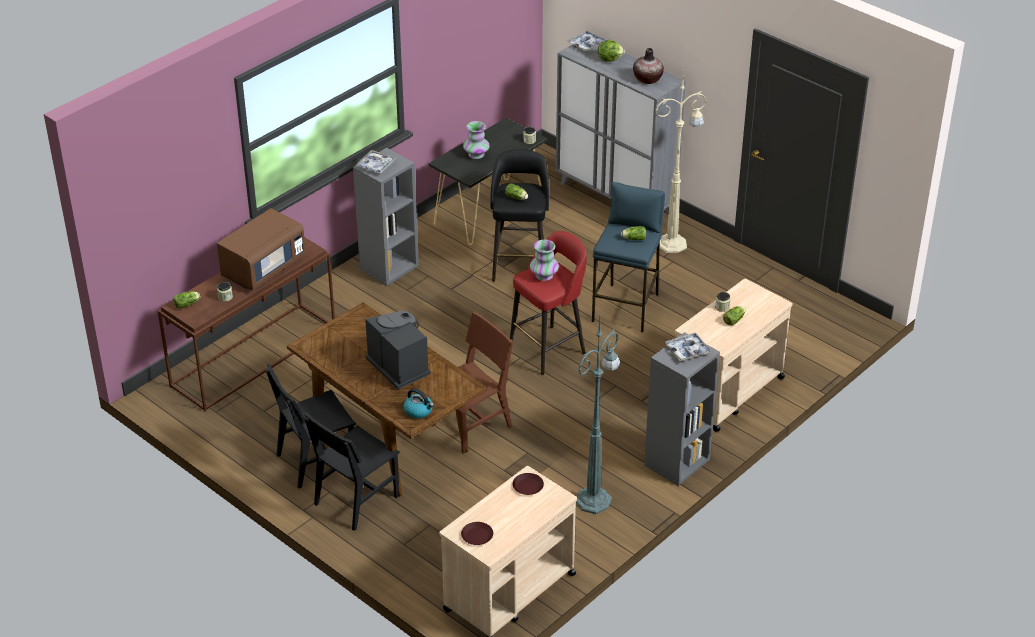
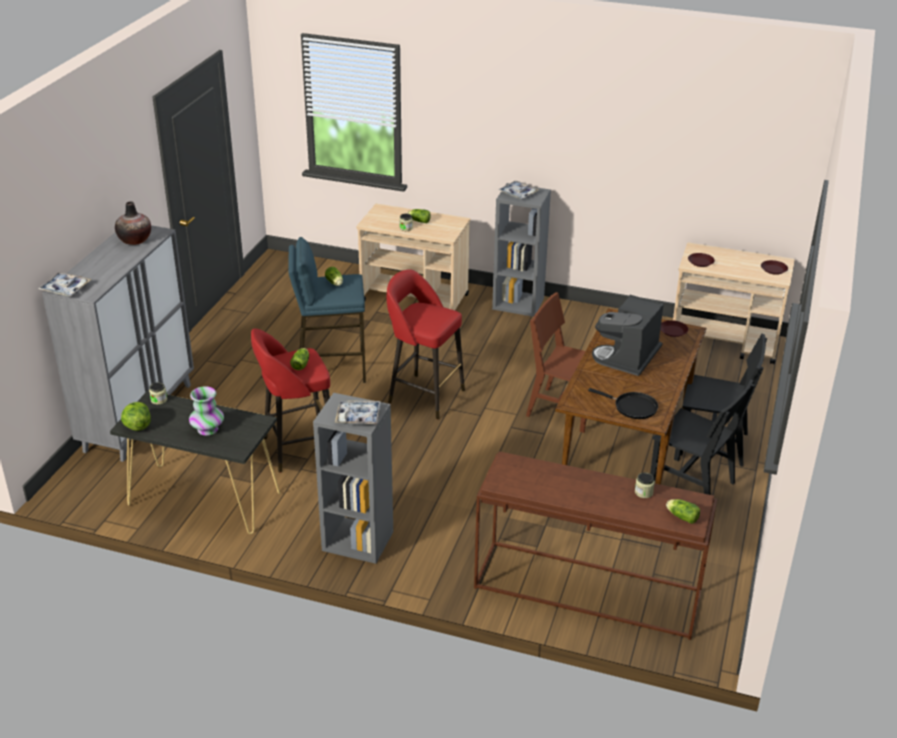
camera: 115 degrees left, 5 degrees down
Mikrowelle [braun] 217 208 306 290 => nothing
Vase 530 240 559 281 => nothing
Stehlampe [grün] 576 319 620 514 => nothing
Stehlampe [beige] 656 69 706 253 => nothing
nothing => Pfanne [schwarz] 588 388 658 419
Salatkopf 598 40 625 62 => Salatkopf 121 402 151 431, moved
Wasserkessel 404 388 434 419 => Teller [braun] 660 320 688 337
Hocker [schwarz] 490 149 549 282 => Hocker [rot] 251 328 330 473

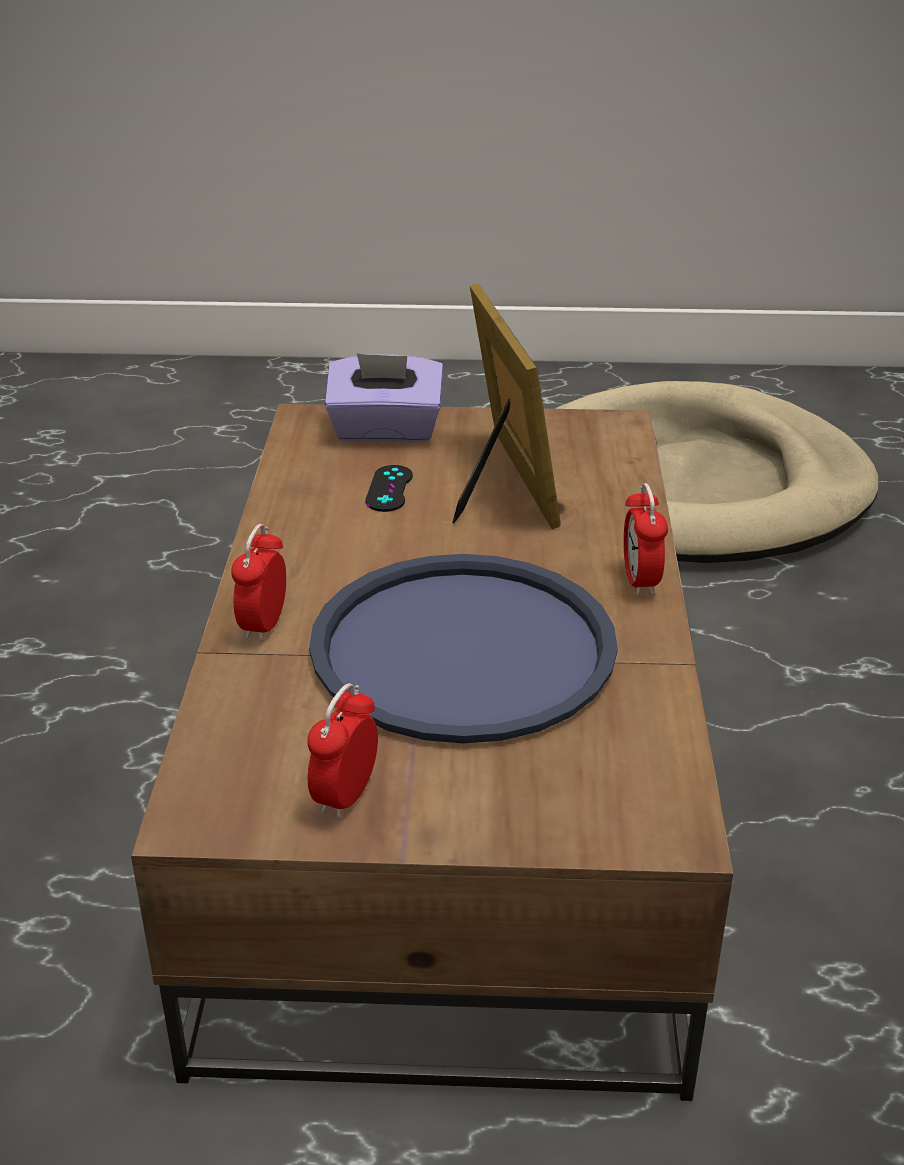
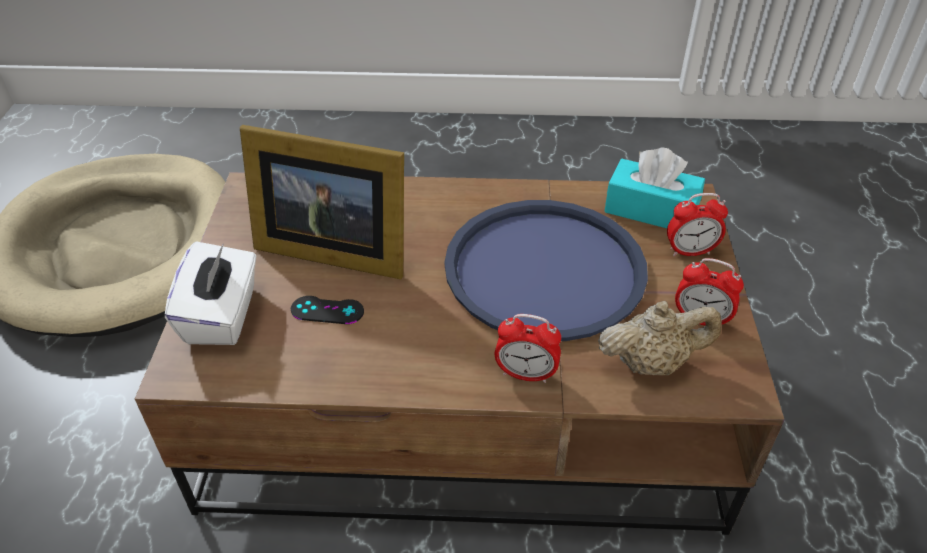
camera: 90 degrees left, 10 degrees up
nothing => Teekanne [beige] 598 301 722 375
nothing => Taschentuchbox [türkis] 604 147 705 228
Wecker 623 483 668 596 => Wecker 667 193 728 256, moved
Taschentuchbox [lila] 325 353 444 443 => Taschentuchbox [weiß] 165 241 256 345
Bilderrahmen 453 284 561 529 => Bilderrahmen 240 125 404 279, 150 degrees counterclockwise

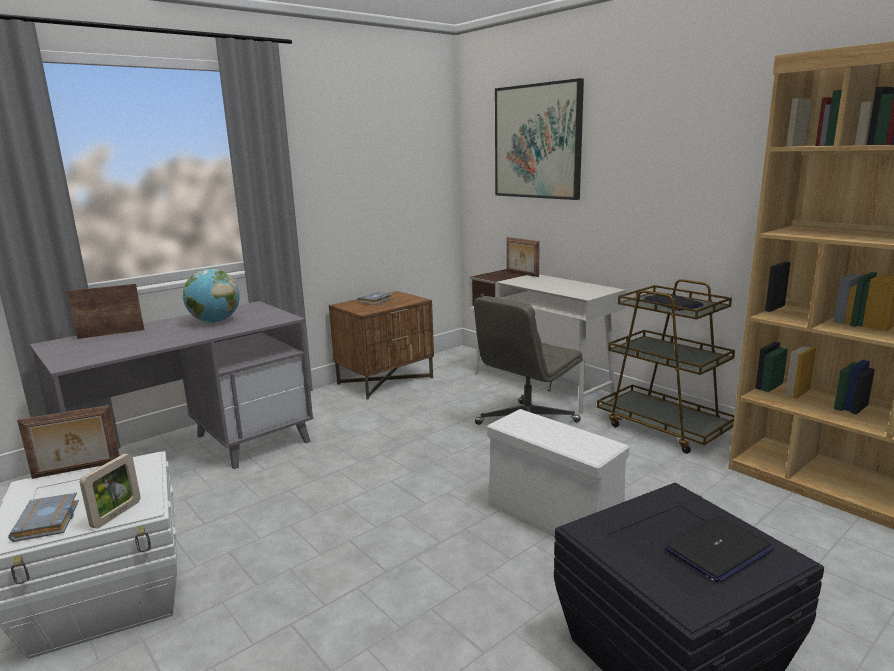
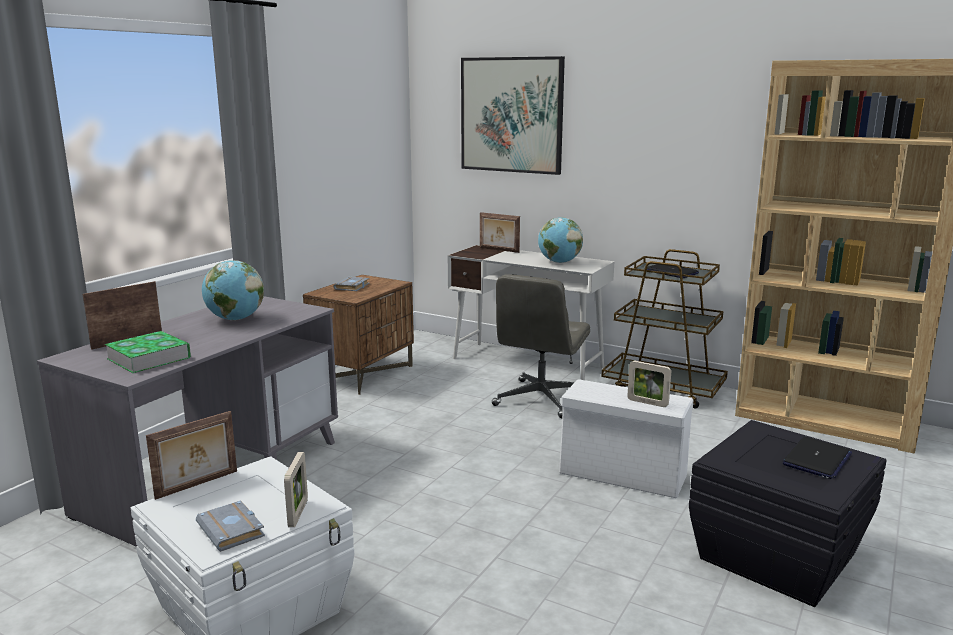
camera: 20 degrees left, 0 degrees up
nothing => Buch 105 331 191 373
nothing => Globus 538 217 583 263
nothing => Bilderrahmen 627 361 671 407

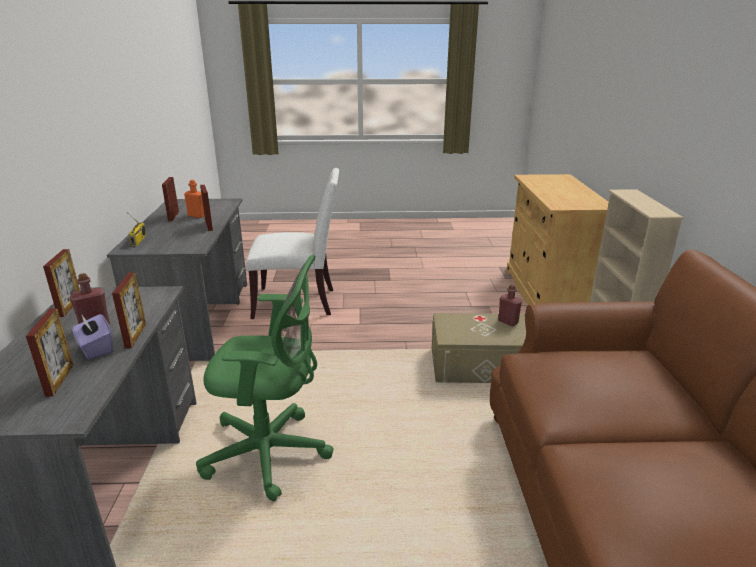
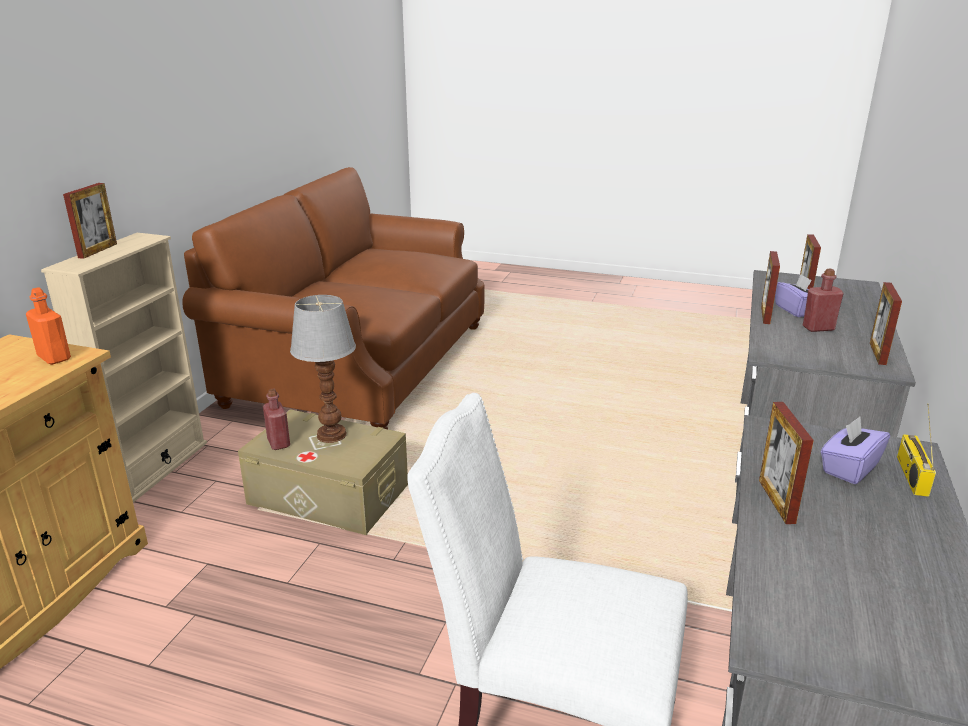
camera: 160 degrees left, 0 degrees up
Bürostuhl [grün] 196 255 334 501 => nothing
nothing => Tischlampe 290 295 356 443
nothing => Taschentuchbox [lila] 821 416 890 484
Bilderrahmen 162 177 179 221 => Bilderrahmen 63 183 117 259, moved
Flasche [orange] 184 180 204 218 => Flasche [orange] 26 288 71 365, moved

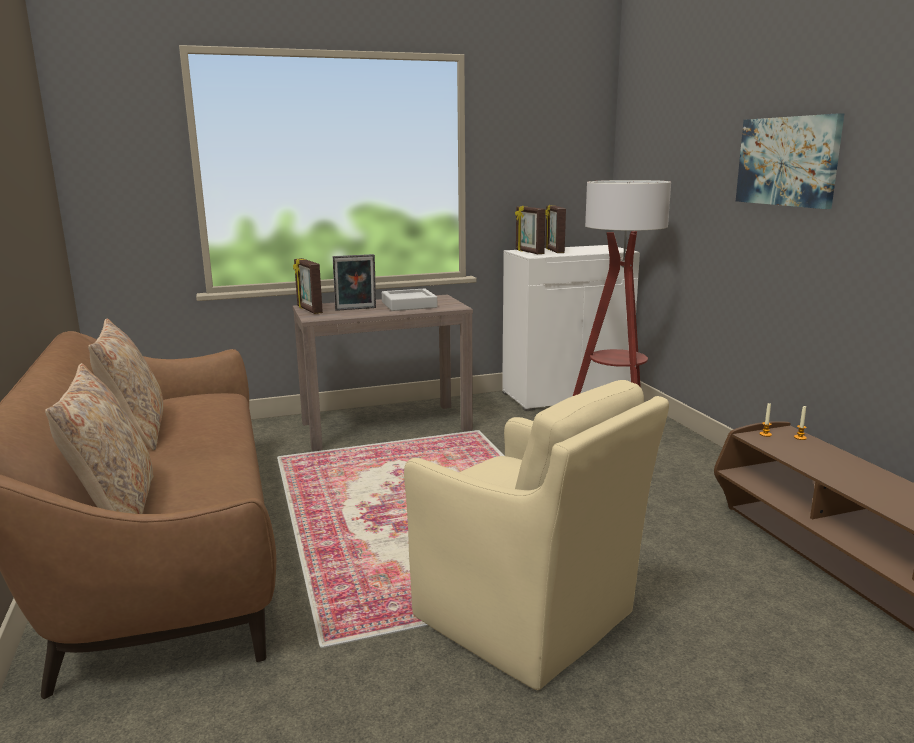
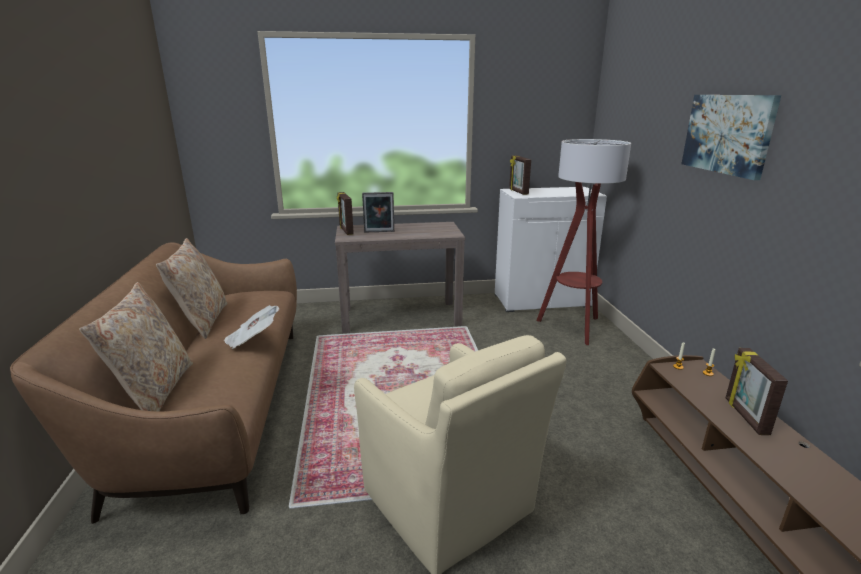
camera: 10 degrees right, 5 degrees up
Tablett [grau] 382 288 437 311 => nothing
nothing => Zeitung 224 305 279 349
Bilderrahmen 545 205 566 253 => Bilderrahmen 726 348 788 435, moved

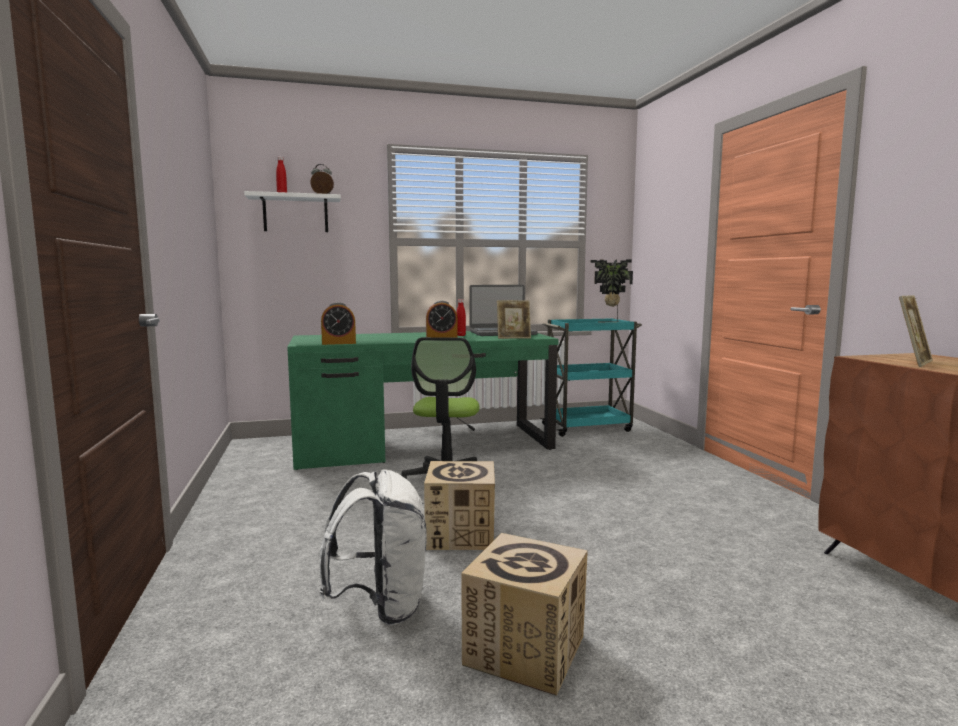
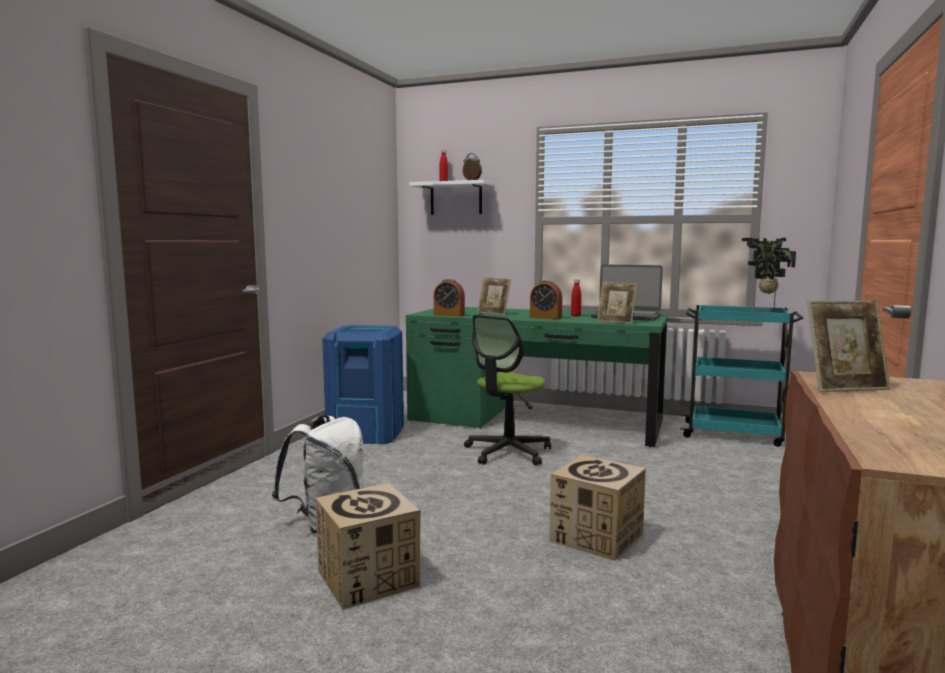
camera: 35 degrees right, 0 degrees up
nothing => Mülleimer [blau] 322 325 404 444
nothing => Bilderrahmen 477 277 511 315
Karton 424 461 495 550 => Karton 549 455 646 561, moved

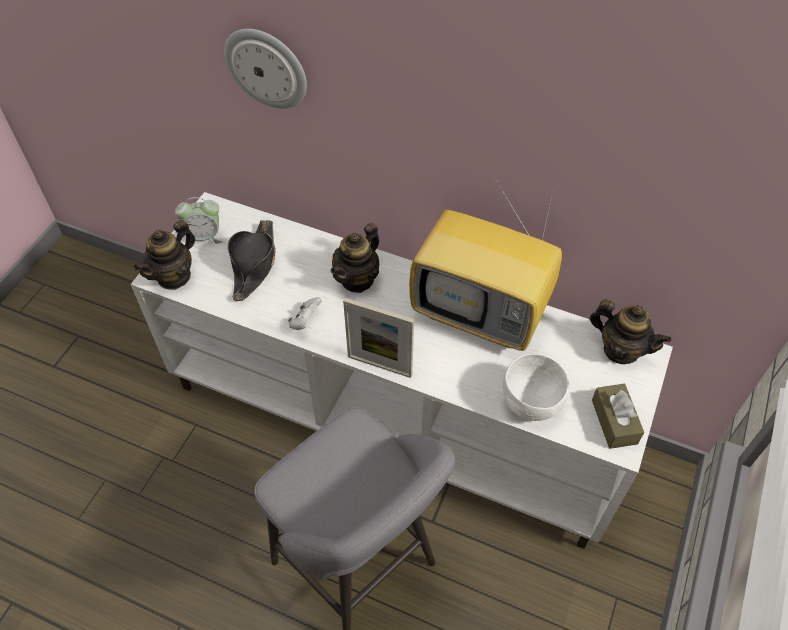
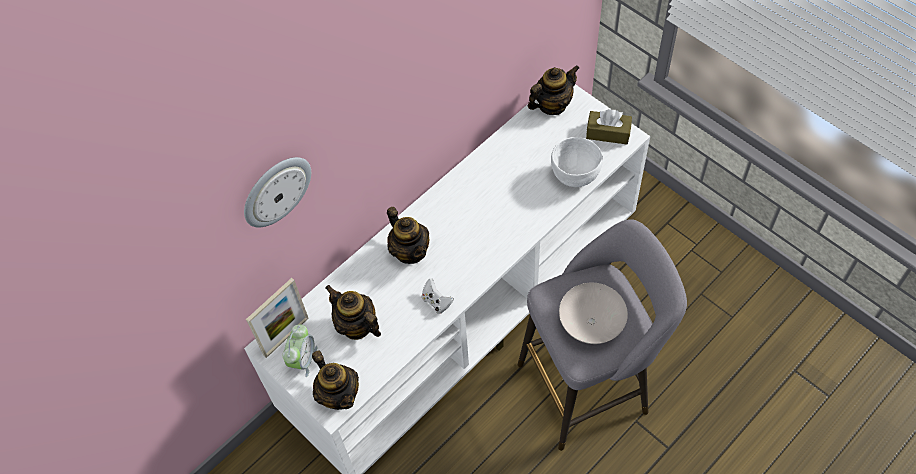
camera: 65 degrees left, 5 degrees up
Fernseher 409 177 562 351 => nothing
nothing => Schüssel [weiß] 559 283 628 344
Bilderrahmen 343 298 414 378 => Bilderrahmen 246 278 308 358, moved
Hut [schwarz] 227 220 276 301 => Teekanne 325 285 381 340

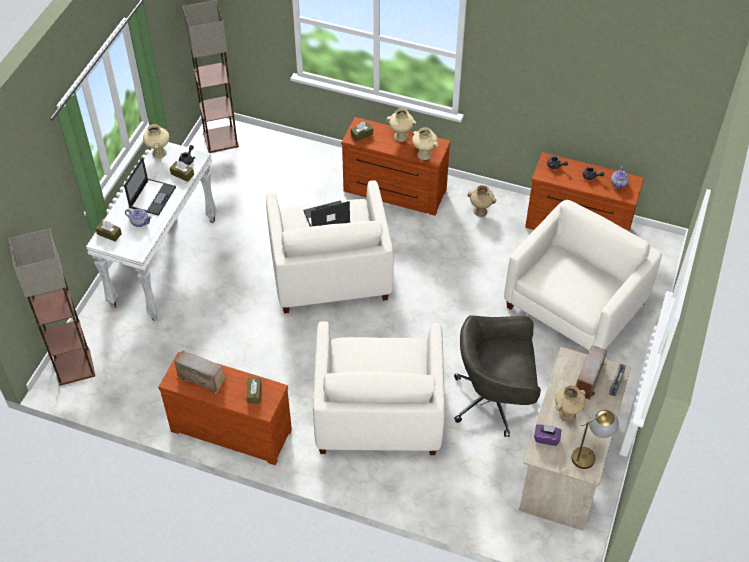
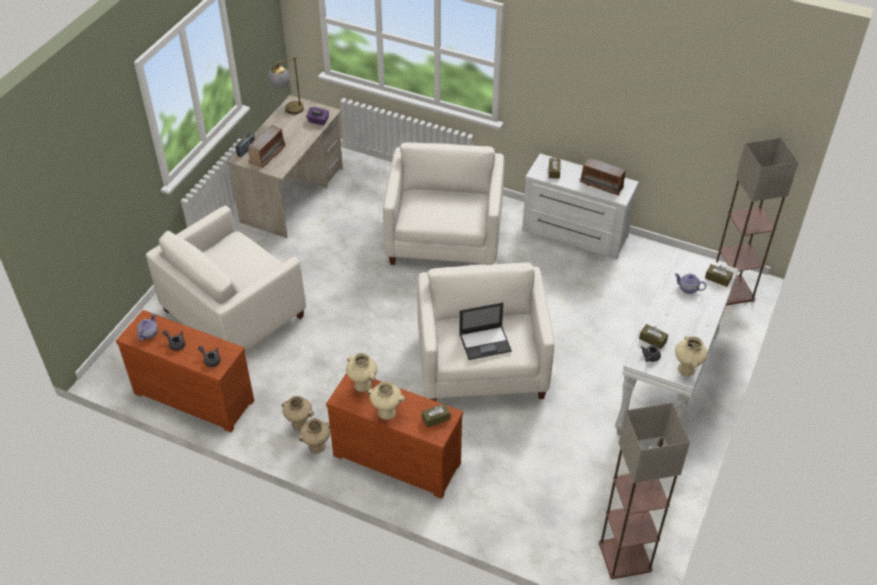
camera: 175 degrees left, 5 degrees down
Laptop 124 157 176 216 => nothing
Bürostuhl [grau] 454 316 541 437 => nothing
Vase [beige] 555 385 586 422 => Vase [beige] 298 418 330 454, moved
Kommode [braun] 158 352 292 465 => Kommode [weiß] 522 154 639 260

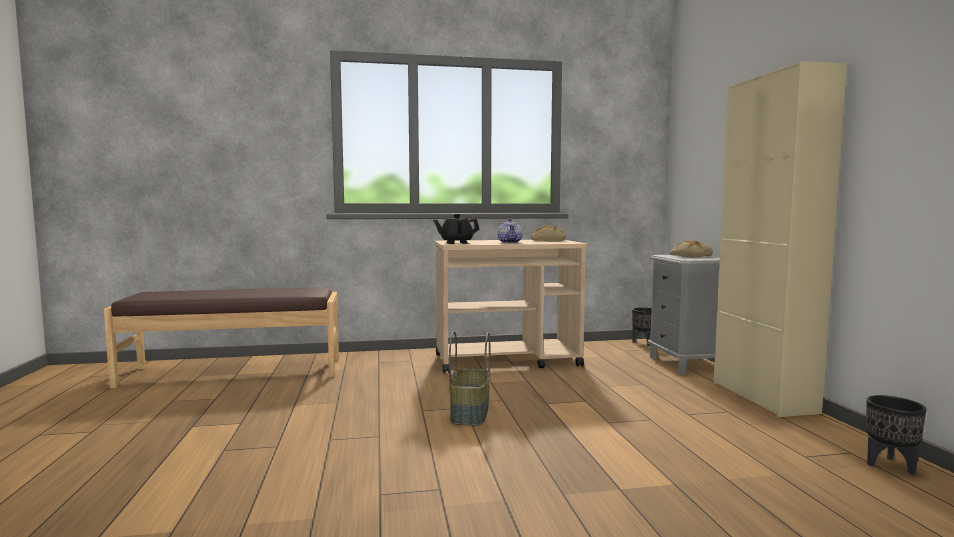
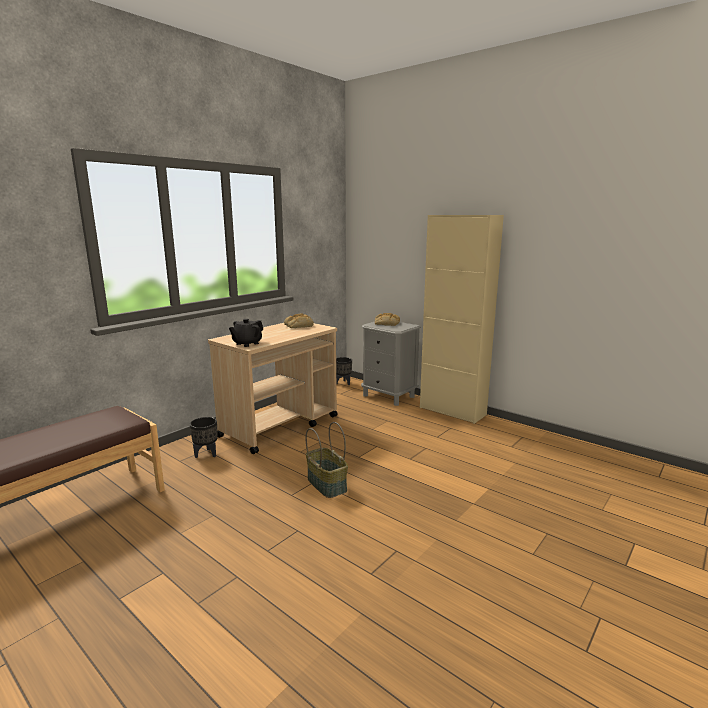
camera: 40 degrees left, 10 degrees up
Teekanne 497 218 522 243 => nothing
Pflanzkübel [schwarz] 866 395 927 475 => Pflanzkübel [schwarz] 190 417 218 458, moved

